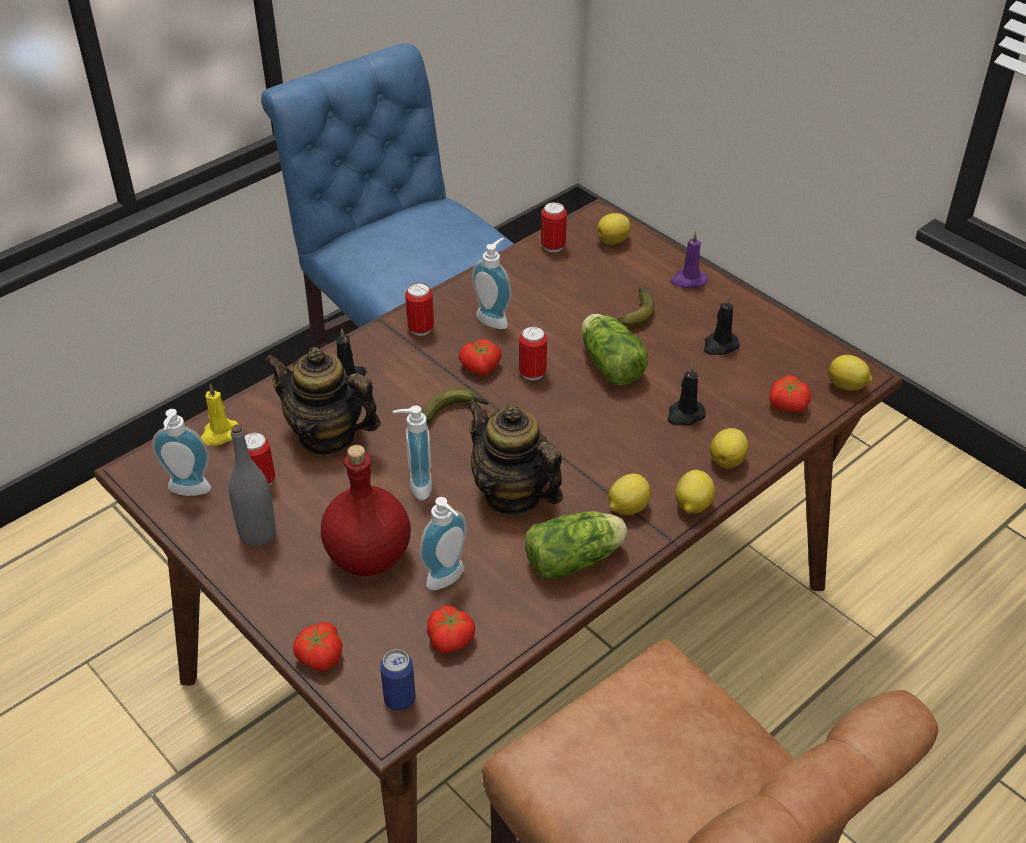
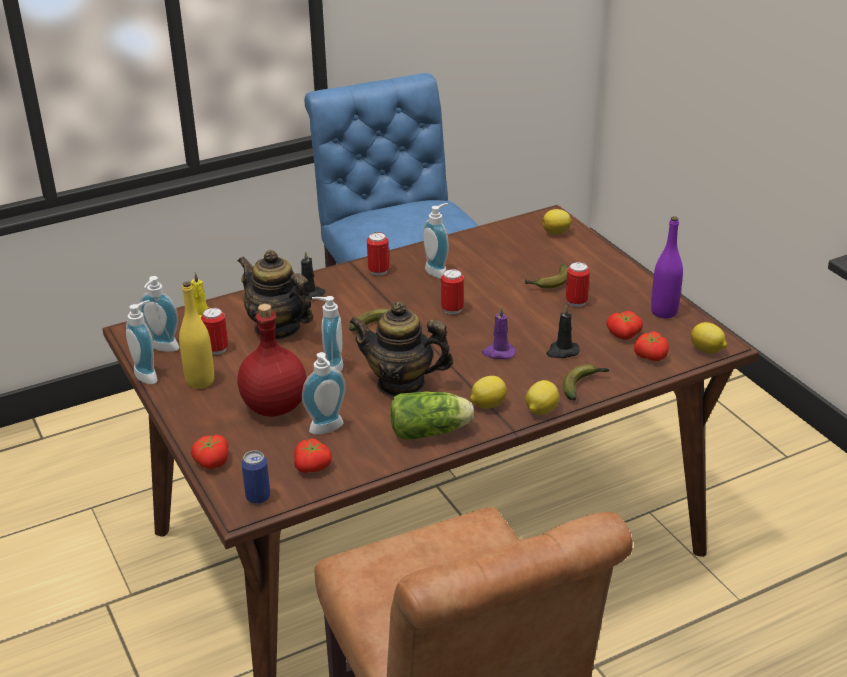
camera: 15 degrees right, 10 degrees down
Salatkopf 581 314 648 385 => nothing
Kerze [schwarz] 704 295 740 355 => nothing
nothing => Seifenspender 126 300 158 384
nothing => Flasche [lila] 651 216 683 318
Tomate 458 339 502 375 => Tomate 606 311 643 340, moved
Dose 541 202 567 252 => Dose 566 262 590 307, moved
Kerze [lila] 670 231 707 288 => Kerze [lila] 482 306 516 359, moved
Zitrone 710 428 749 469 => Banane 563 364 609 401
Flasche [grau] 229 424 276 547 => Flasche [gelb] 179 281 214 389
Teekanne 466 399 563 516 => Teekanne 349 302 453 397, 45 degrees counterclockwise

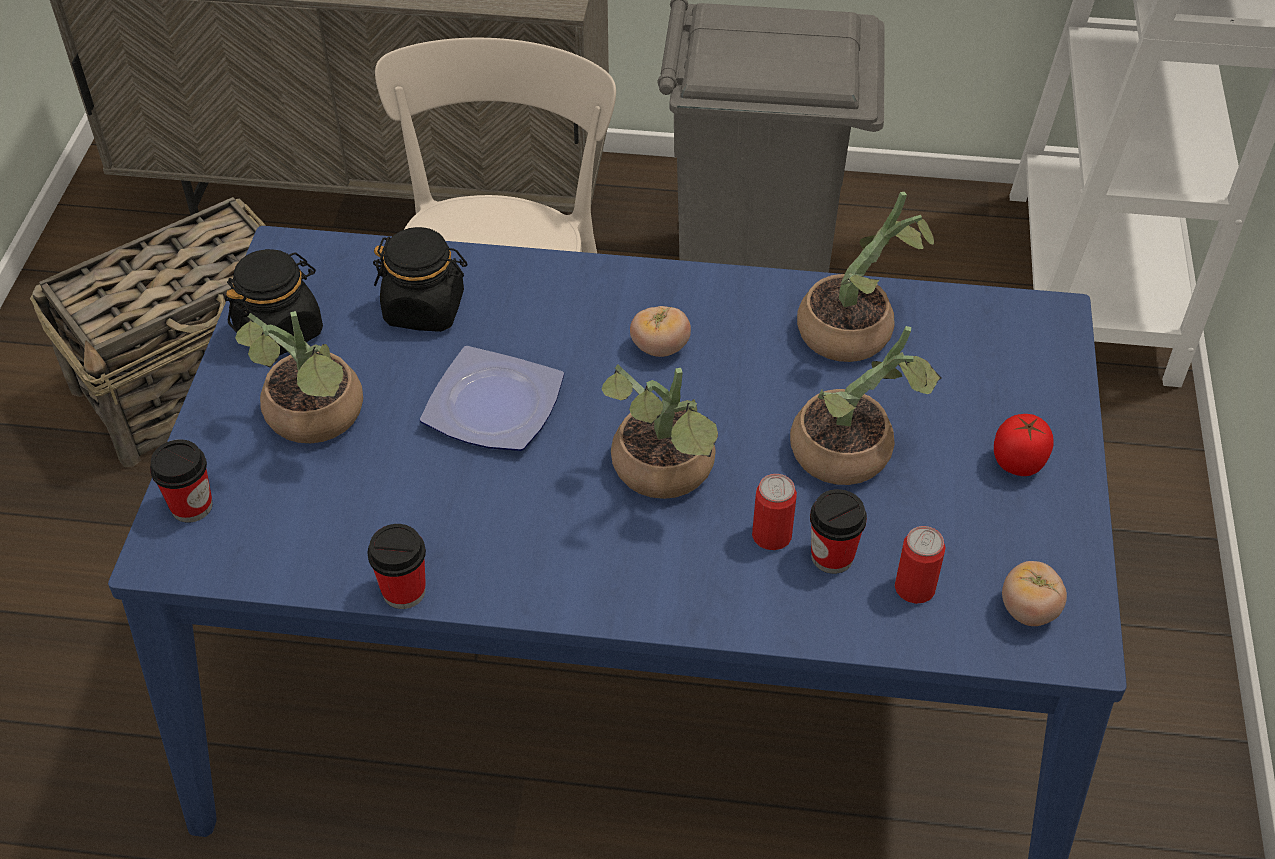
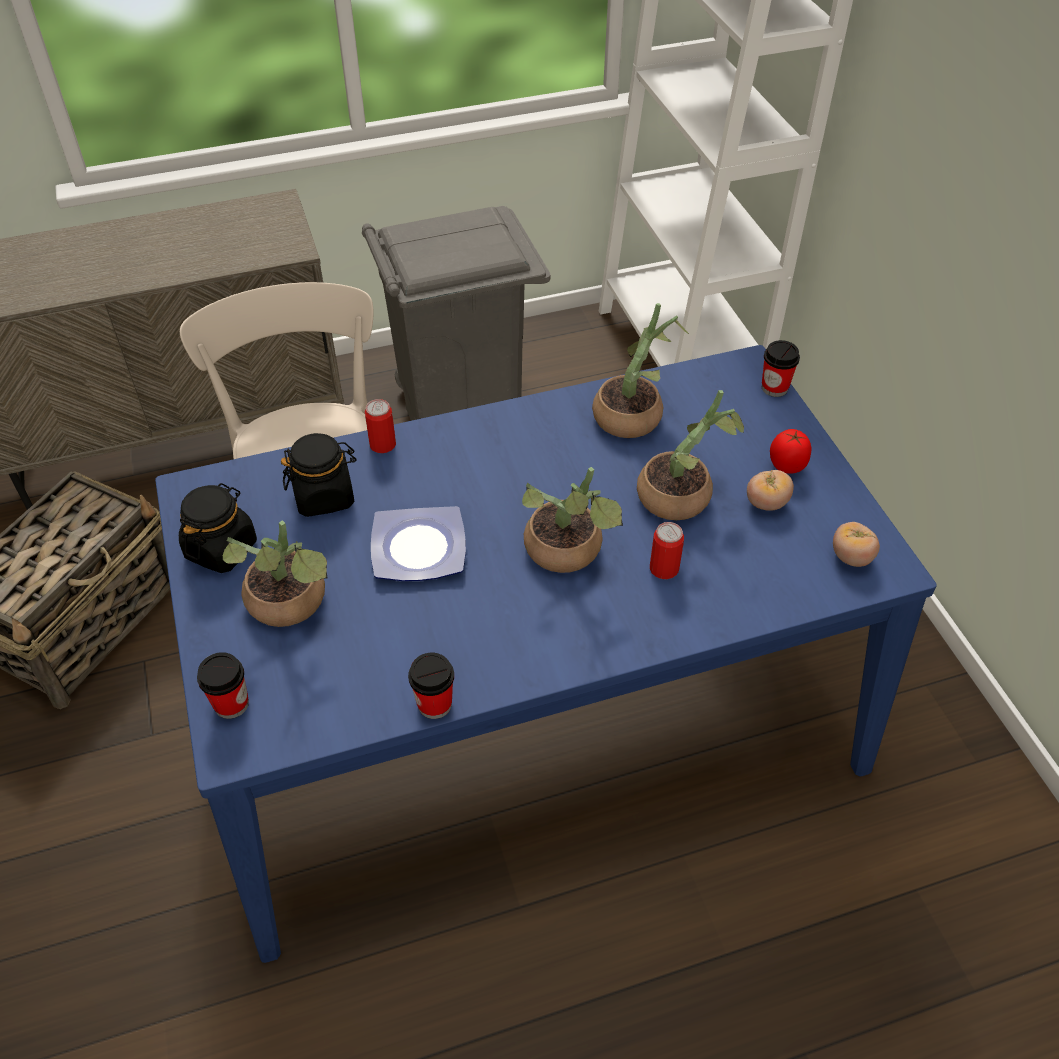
camera: 25 degrees left, 0 degrees up
Tomate 630 306 691 357 => Tomate 747 470 794 511, moved
Tasse 810 489 867 574 => Tasse 762 340 800 397, moved
Dose 895 526 945 604 => Dose 365 399 396 453, moved

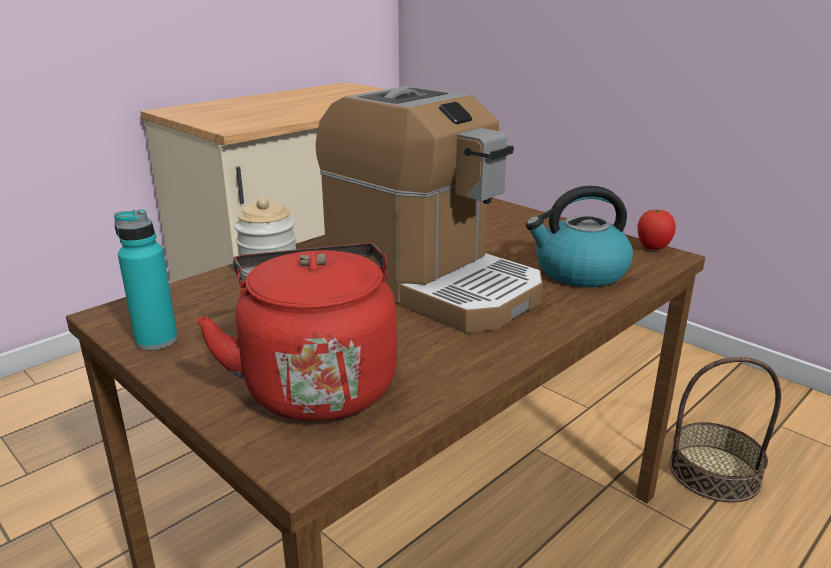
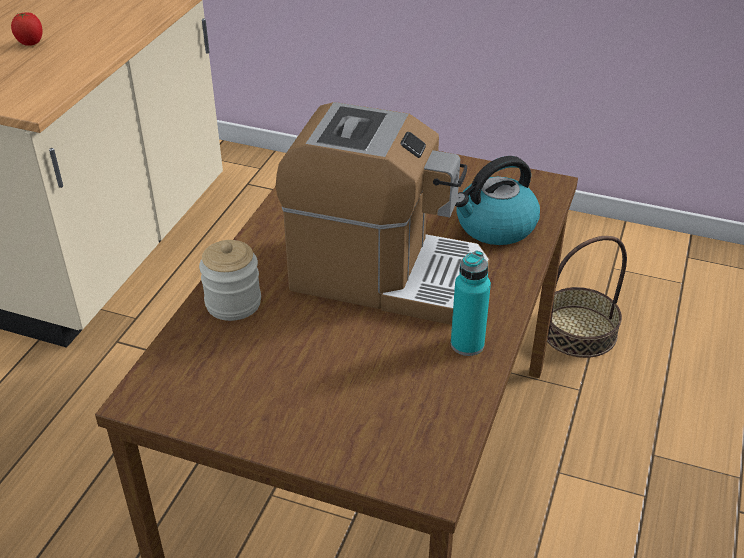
camera: 25 degrees left, 15 degrees up
Wasserkessel [rot] 196 243 397 422 => nothing
Flasche [türkis] 114 210 178 350 => Flasche [türkis] 451 250 491 356, moved
Tomate 637 209 675 250 => Tomate 11 13 42 46, moved

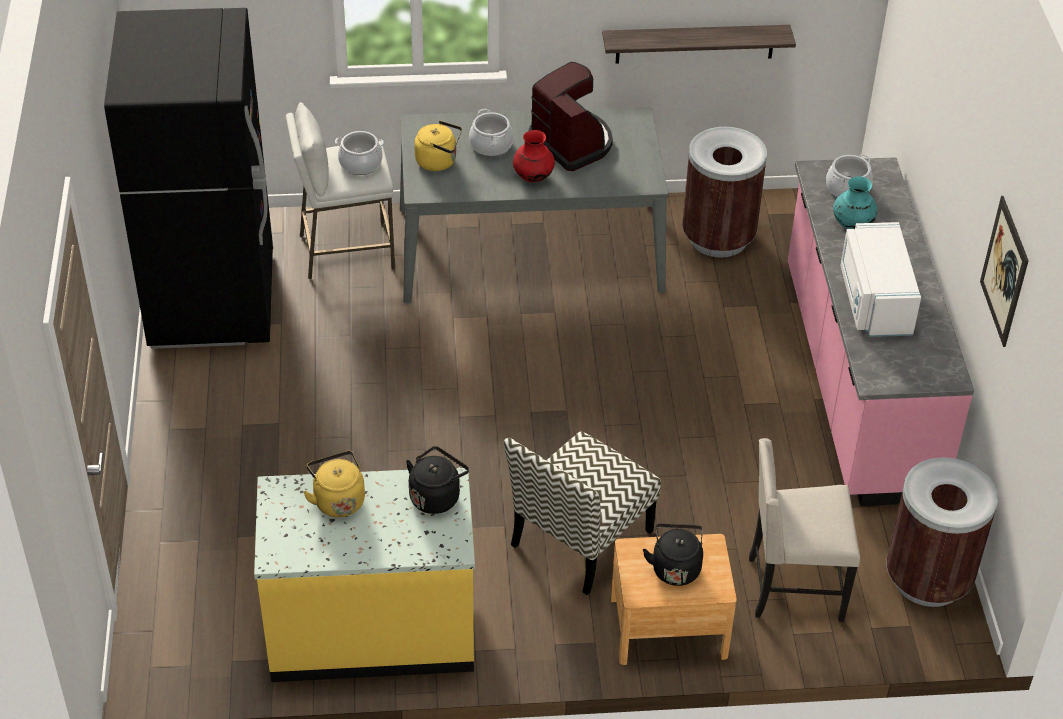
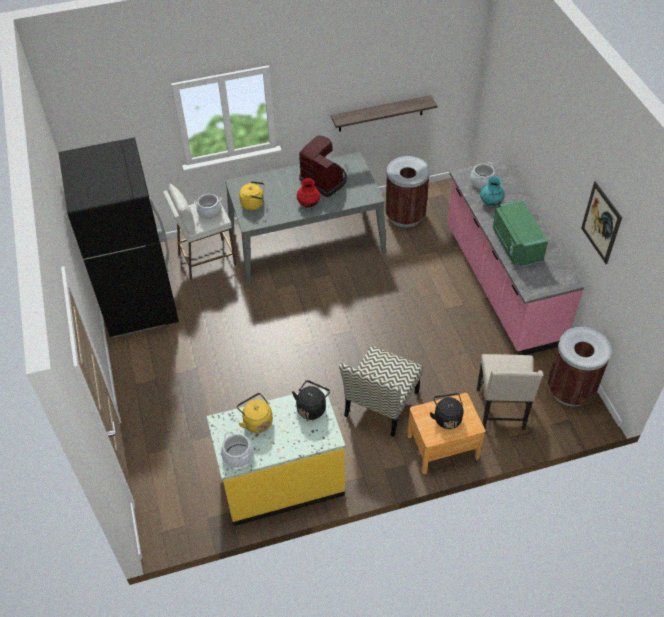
camera: 10 degrees left, 5 degrees up
Kochtopf 469 109 513 156 => Kochtopf 221 432 254 468, moved
Mikrowelle [weiß] 840 222 921 337 => Mikrowelle [grün] 493 200 548 267
Stuhl [beige] 749 438 860 622 => Stuhl [beige] 477 354 543 430, 75 degrees counterclockwise

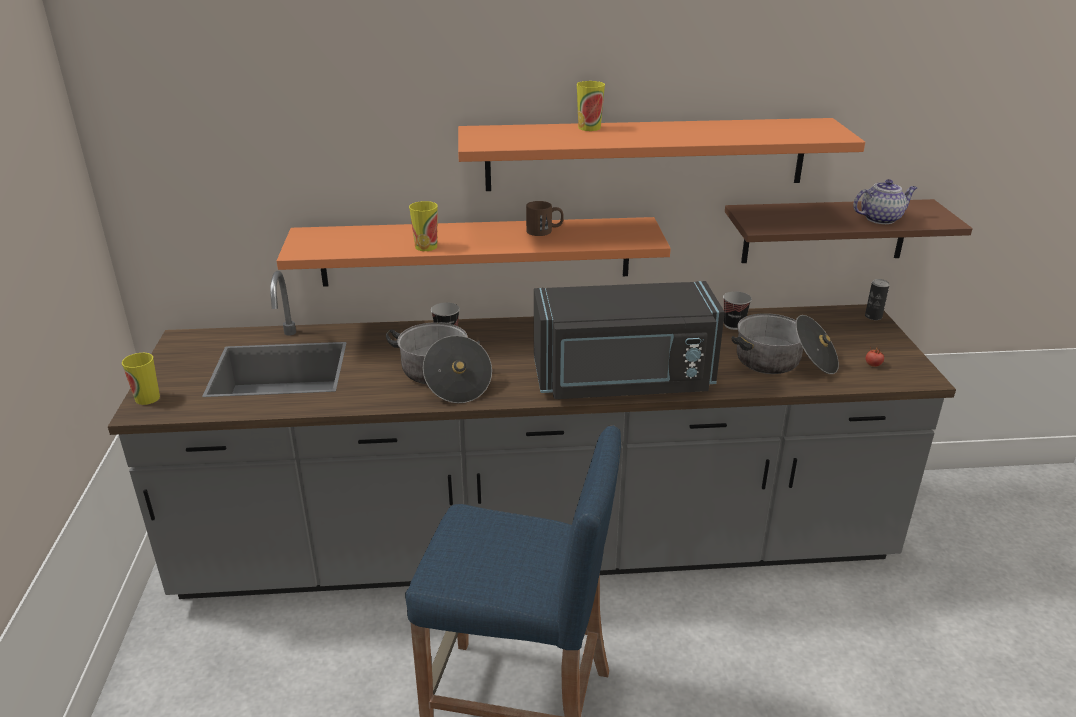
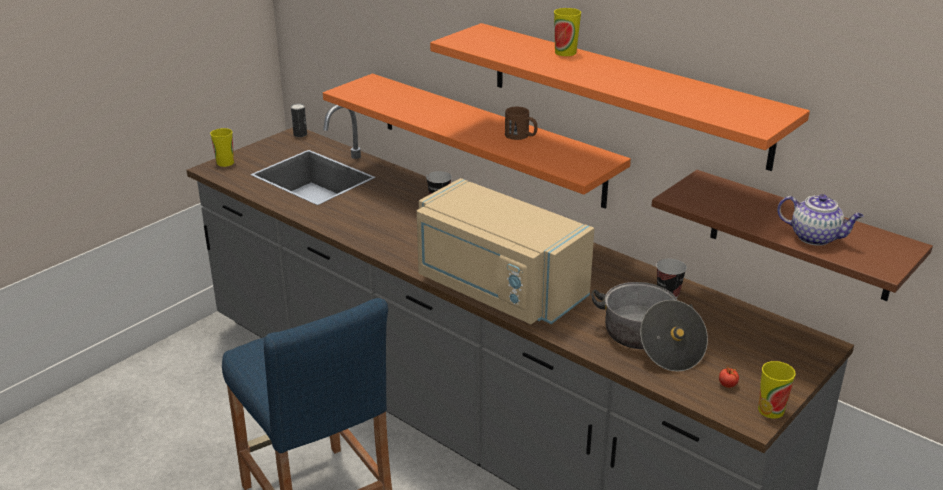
camera: 45 degrees right, 0 degrees up
Kochtopf 386 322 492 403 => nothing
Tasse 409 201 438 251 => Tasse 758 361 796 418, moved
Dose 865 279 890 320 => Dose 291 103 307 137, moved
Mikrowelle [schwarz] 534 281 725 399 => Mikrowelle [beige] 417 178 594 324

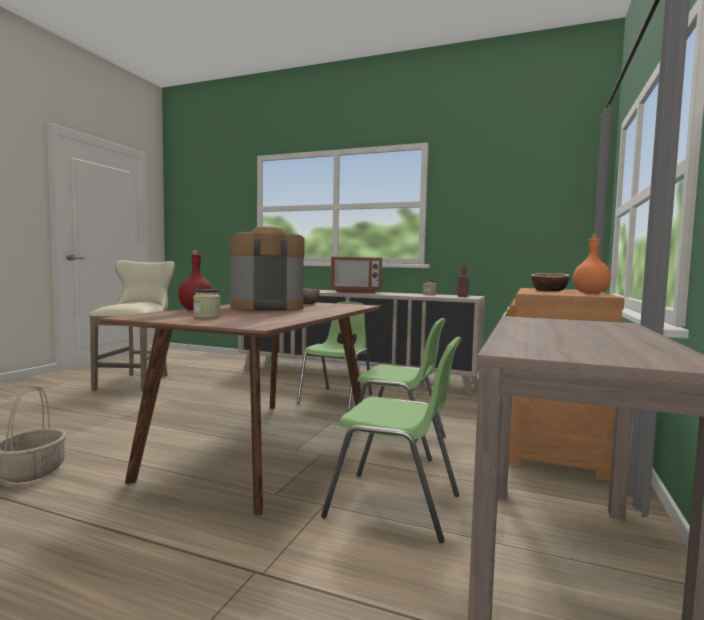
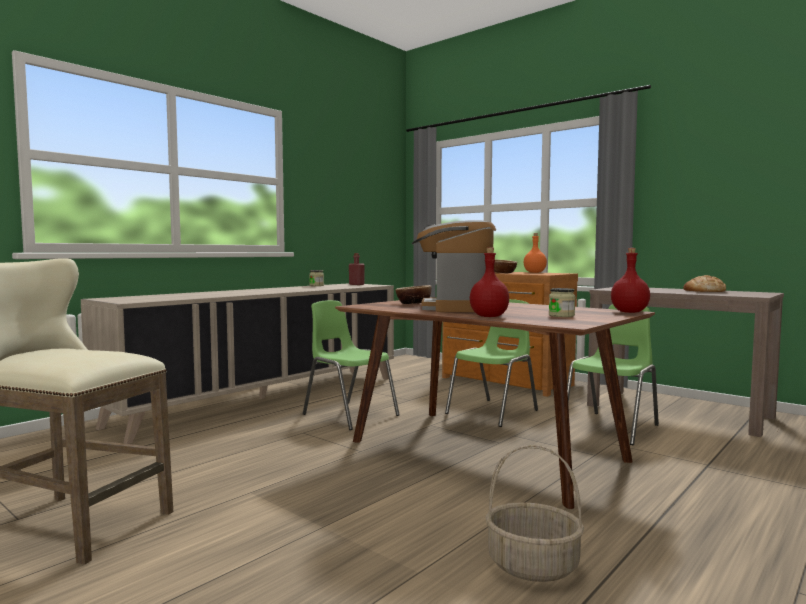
camera: 70 degrees left, 0 degrees up
Mikrowelle 331 257 382 293 => nothing
nothing => Flasche [rot] 611 248 650 313
nothing => Brot 683 275 726 292

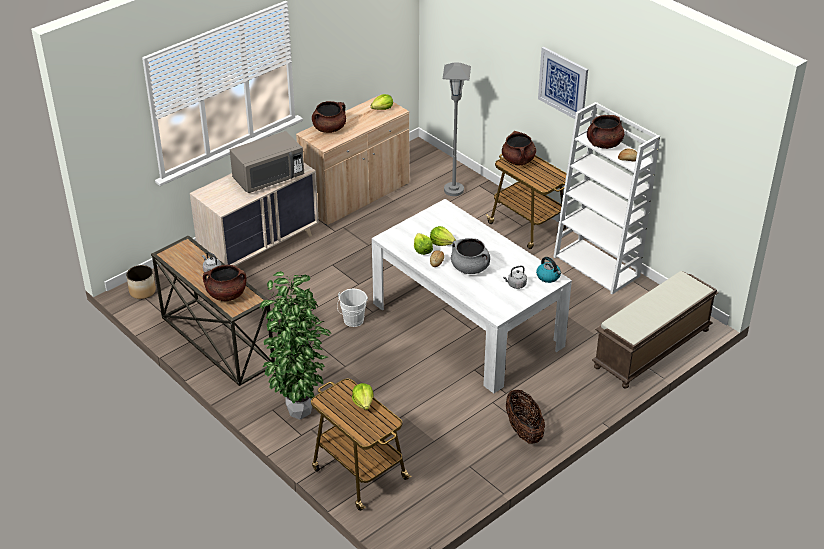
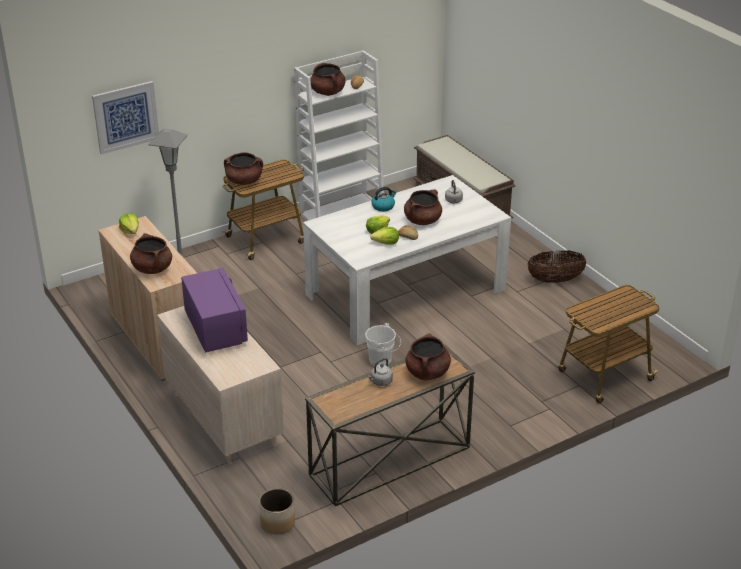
camera: 80 degrees left, 5 degrees down
Topfpflanze 260 271 331 420 => nothing
Salatkopf 352 383 373 410 => nothing
Wasserkessel 536 257 561 283 => Wasserkessel 371 187 397 212, moved
Bild 538 47 588 120 => Bild 92 81 159 155, moved
Mikrowelle [grau] 230 131 304 193 => Mikrowelle [lila] 181 268 248 353
Kochtopf [grau] 451 238 490 274 => Kochtopf [braun] 404 190 442 225

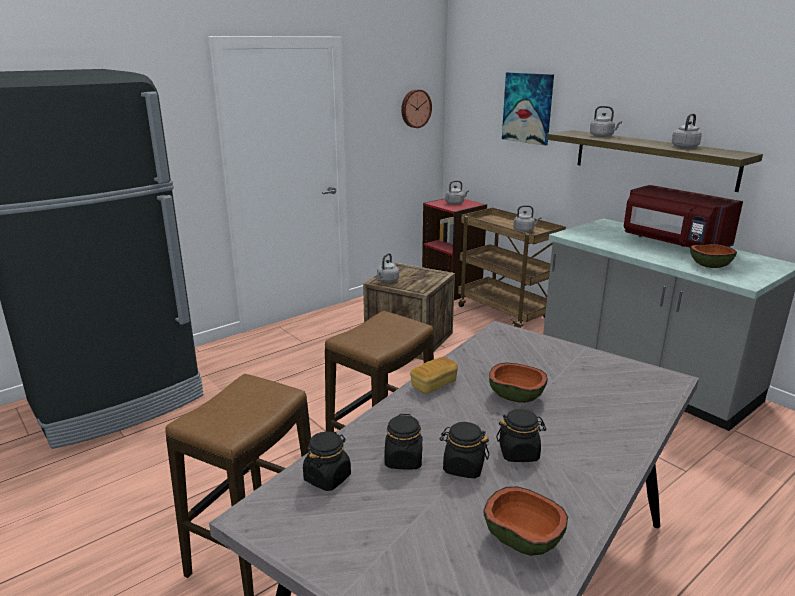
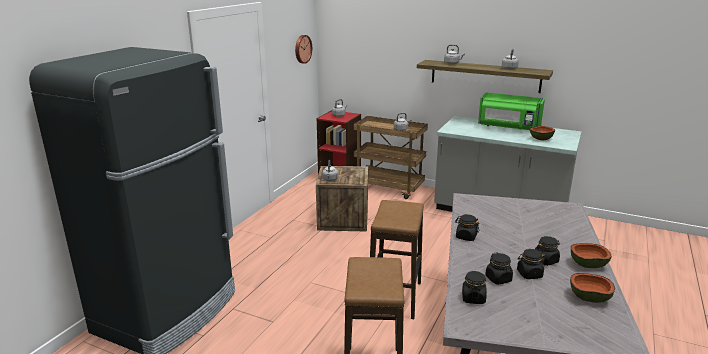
camera: 25 degrees left, 0 degrees up
Bild 502 72 554 146 => nothing
Schüssel 489 362 548 403 => Schüssel 571 243 612 268, moved
Brot 410 357 458 393 => Vorratsglas [schwarz] 455 214 479 241
Mikrowelle [rot] 624 185 743 247 => Mikrowelle [grün] 478 92 545 130

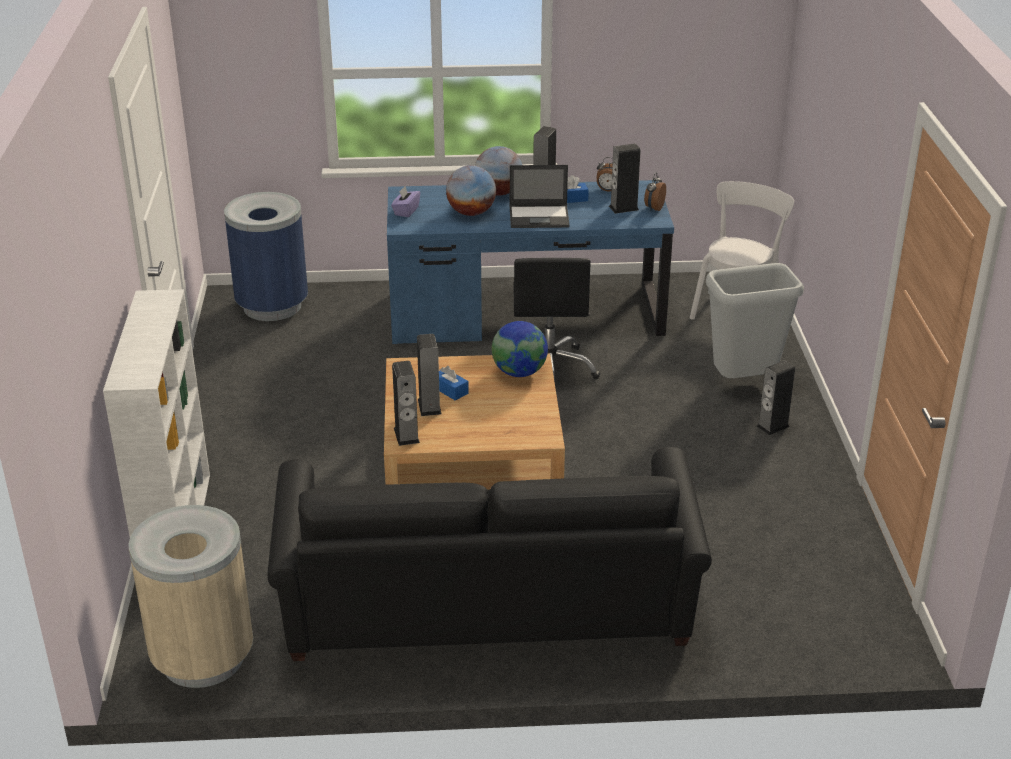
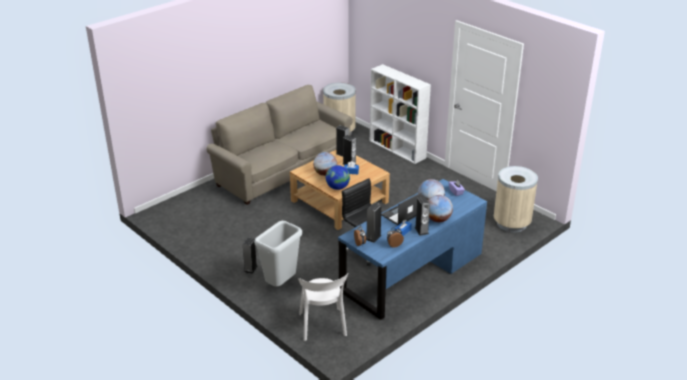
camera: 140 degrees right, 0 degrees up
nothing => Globus 313 152 337 176
Mülleimer [blau] 224 192 308 321 => Mülleimer [beige] 494 166 538 232
Sofa [schwarz] 267 447 712 661 => Sofa [beige] 206 85 353 205

